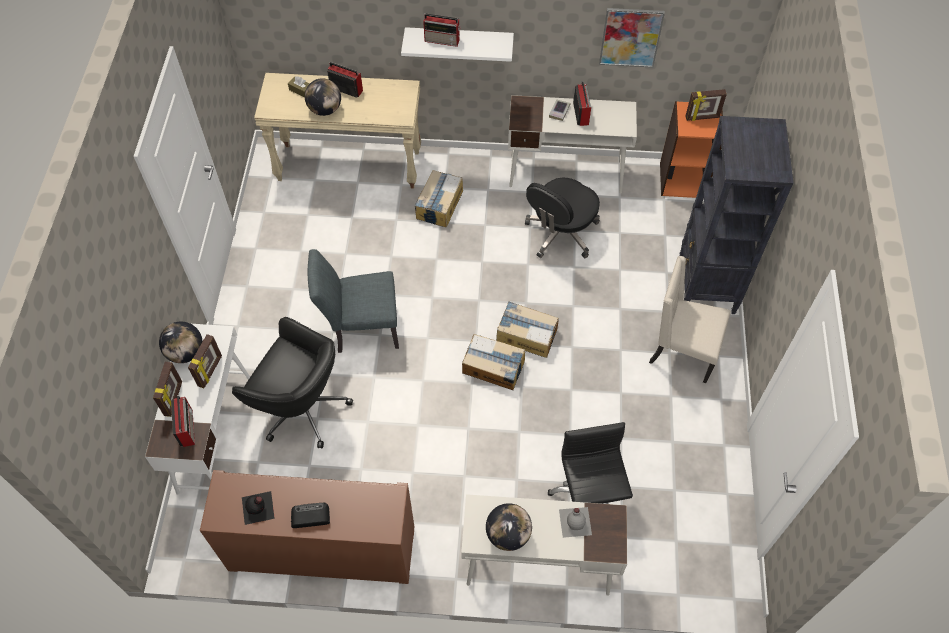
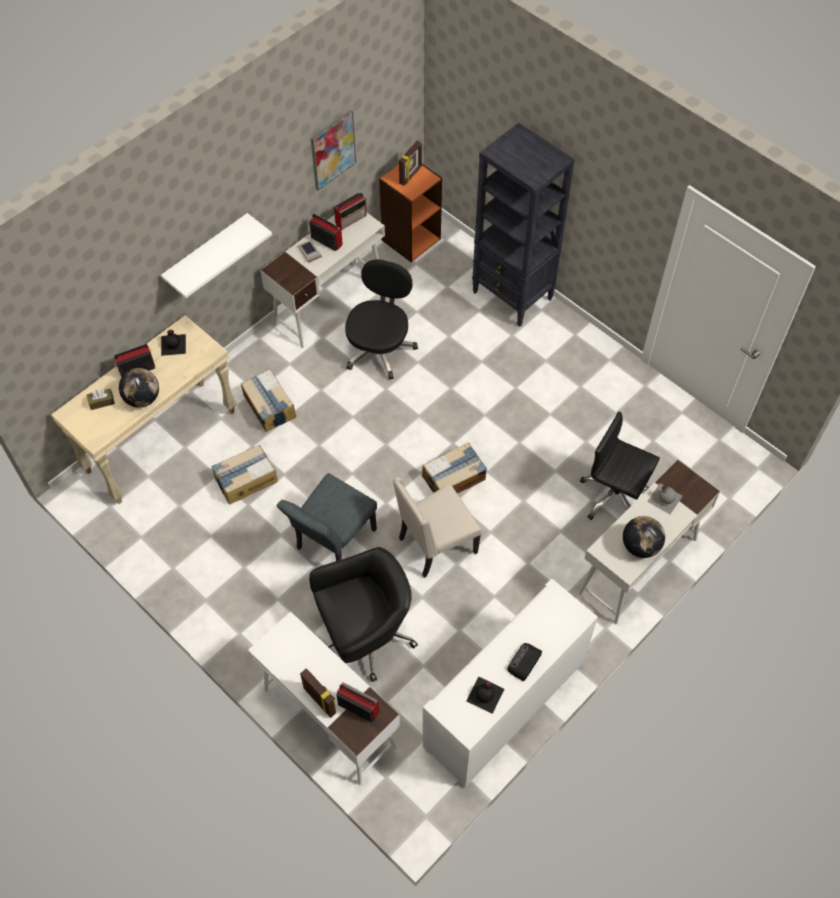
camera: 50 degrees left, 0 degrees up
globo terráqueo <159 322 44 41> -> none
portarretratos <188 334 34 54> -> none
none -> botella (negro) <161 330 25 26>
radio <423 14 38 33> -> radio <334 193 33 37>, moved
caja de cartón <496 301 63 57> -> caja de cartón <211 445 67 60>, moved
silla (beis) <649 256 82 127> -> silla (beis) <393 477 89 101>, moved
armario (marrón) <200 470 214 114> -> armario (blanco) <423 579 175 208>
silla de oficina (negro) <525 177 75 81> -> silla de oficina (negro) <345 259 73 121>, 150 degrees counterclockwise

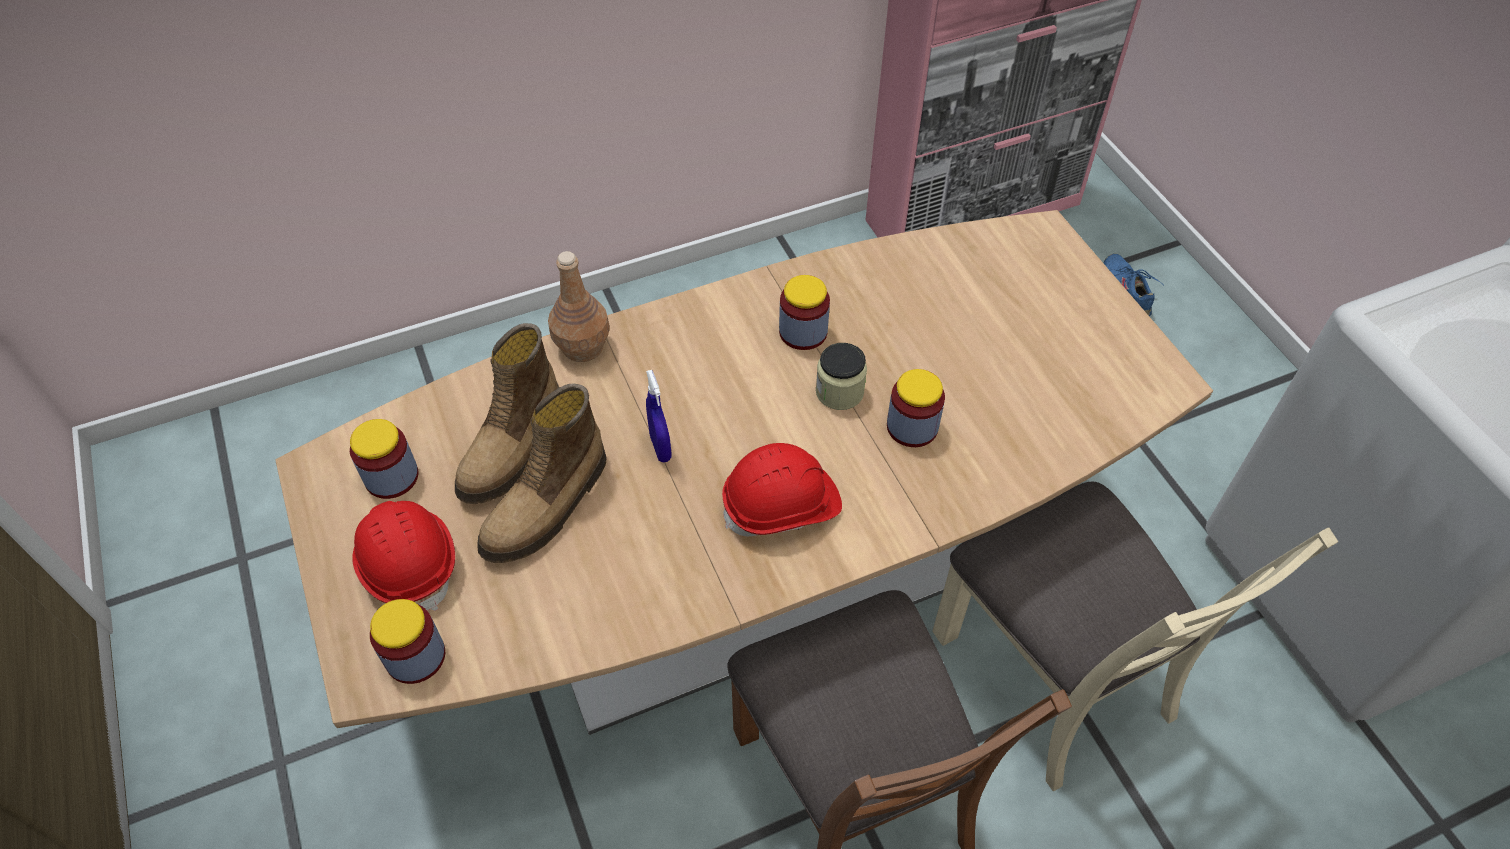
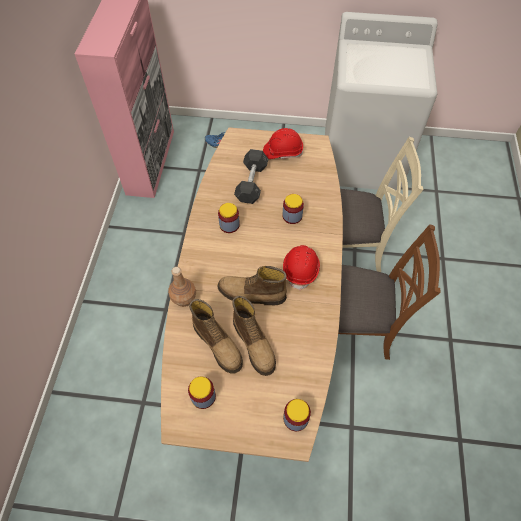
camera: 60 degrees left, 5 degrees up
tarro <816 343 51 67> -> none
none -> mancuerna (gris) <234 149 34 55>
casco (rojo) <352 501 103 110> -> casco (rojo) <263 128 40 31>, moved
pulverizador (azul) <646 370 26 92> -> bota <218 266 69 39>

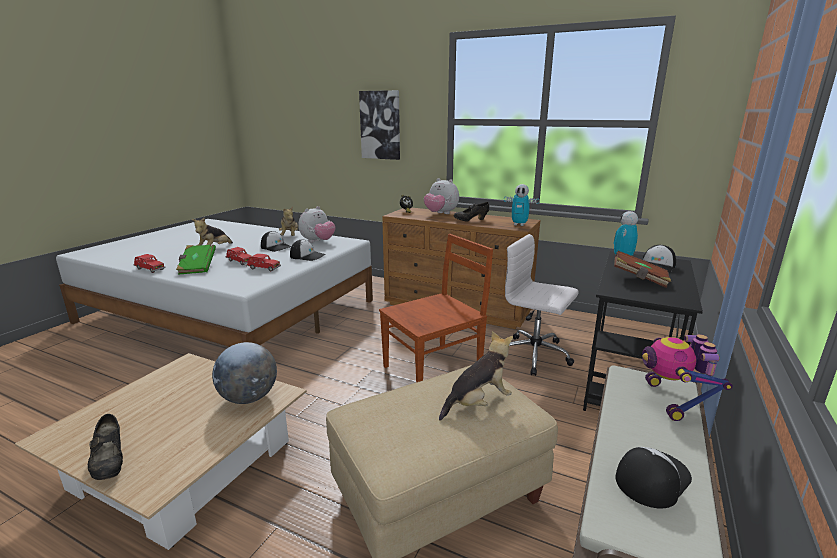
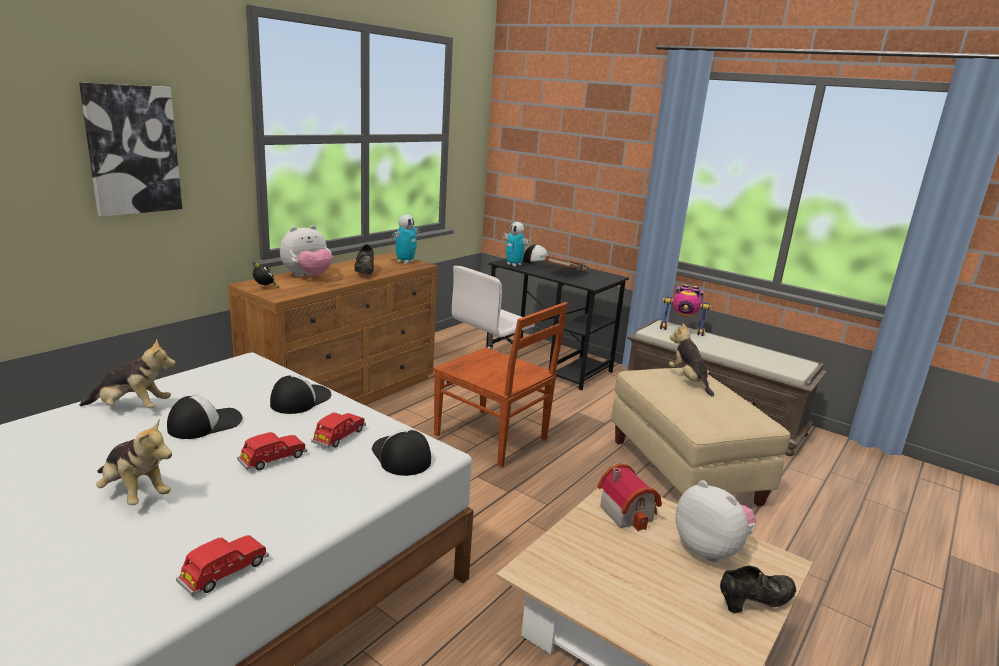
camera: 80 degrees left, 0 degrees up
libro (verde) <176 245 40 30> -> none
peluche <298 206 38 37> -> peluche <676 480 80 82>, moved
gorra <615 447 77 61> -> gorra <372 429 59 47>, moved
globo terráqueo <212 342 65 62> -> casita <598 464 64 68>
silla (marrón) <379 234 114 148> -> silla (marrón) <433 302 135 166>, 150 degrees clockwise

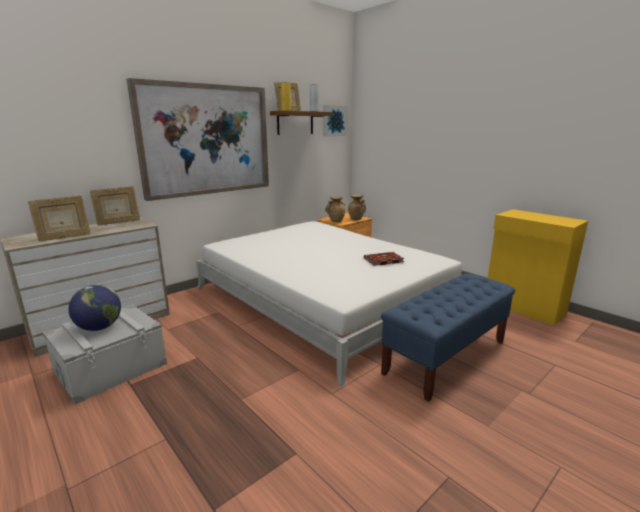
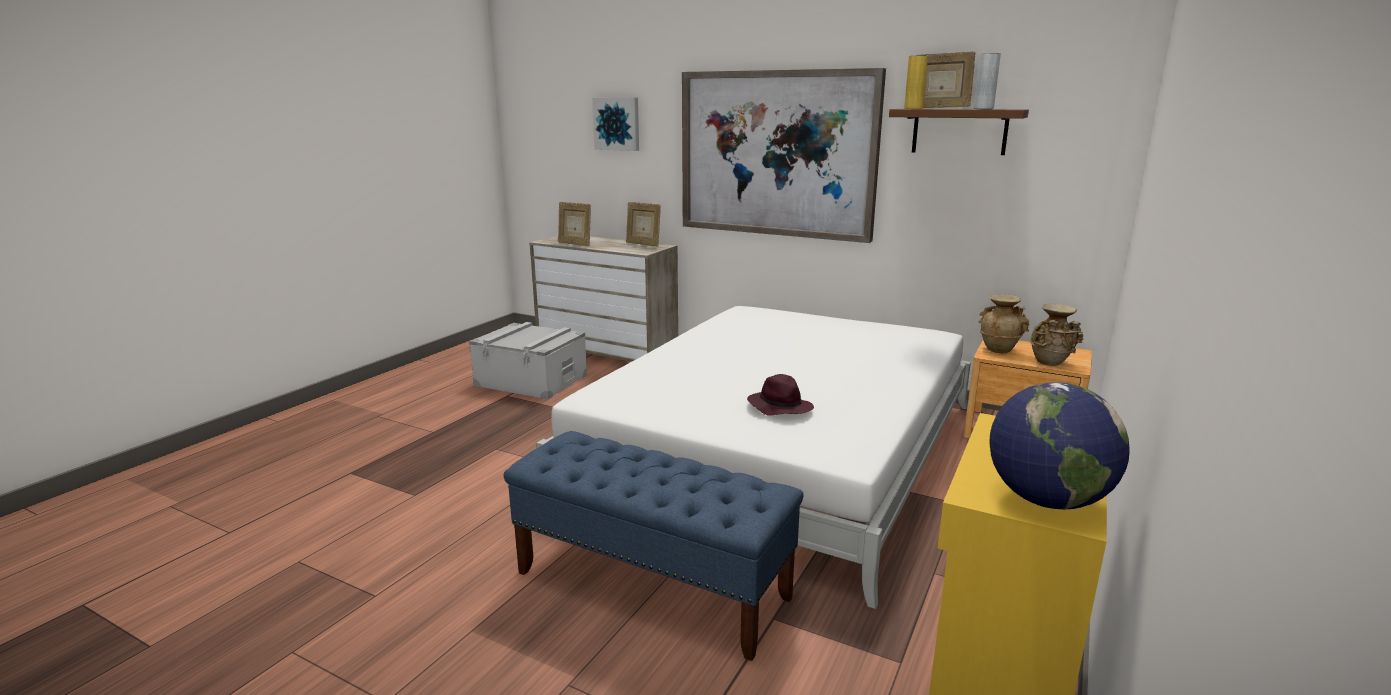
camera: 70 degrees right, 0 degrees up
globo terráqueo <68 285 53 46> -> globo terráqueo <989 382 141 127>, moved
cuadro <323 105 24 31> -> cuadro <592 98 47 53>, moved
libro <364 252 40 14> -> sombrero (morado) <747 374 67 41>

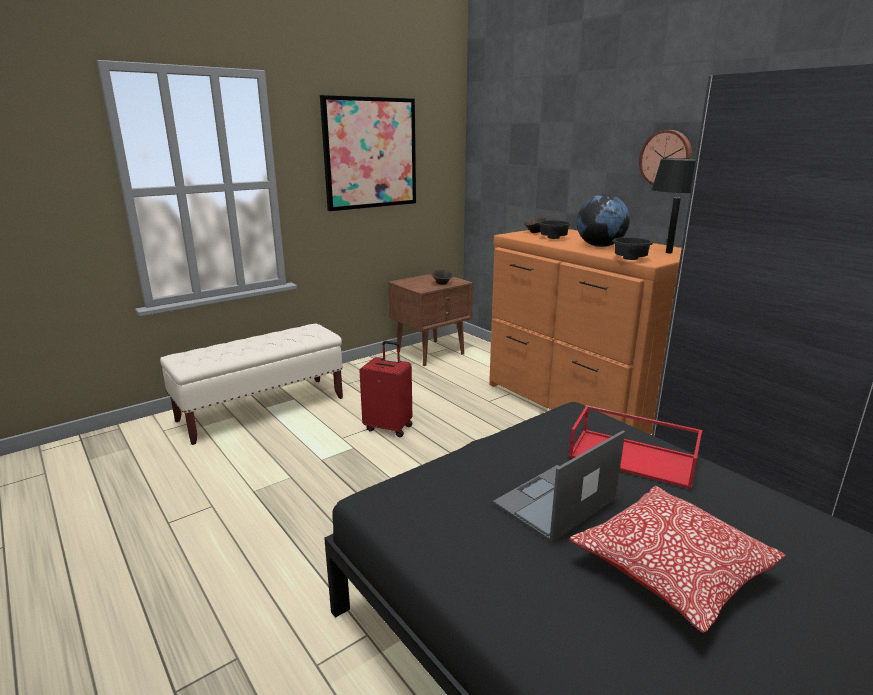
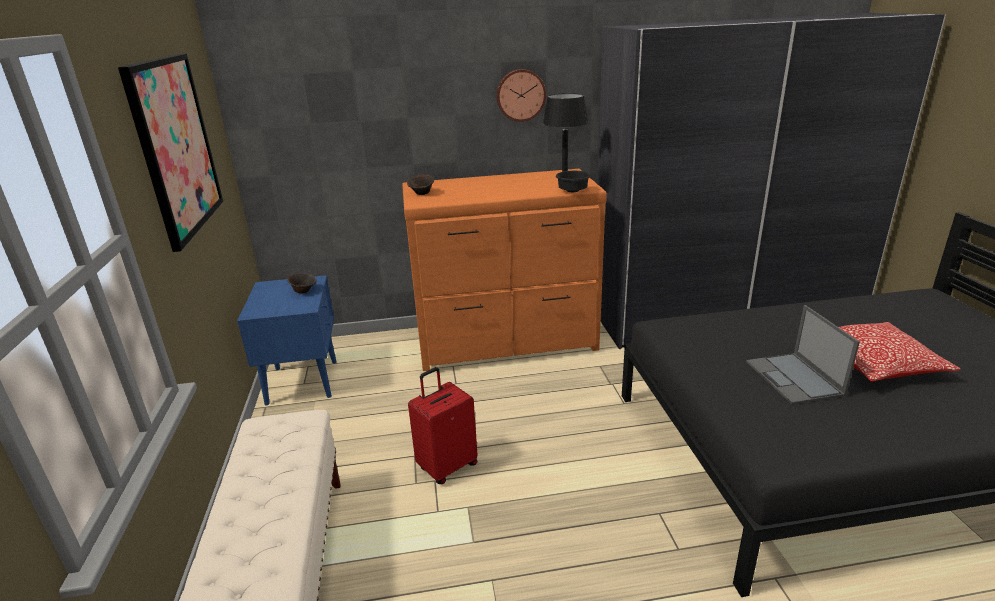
camera: 60 degrees left, 5 degrees up
cuenco (negro) <538 220 33 19> -> none
bandeja (rojo) <568 405 135 84> -> none
globo terráqueo <577 194 53 53> -> none
mesita de noche (marrón) <388 274 85 92> -> mesita de noche (azul) <237 275 100 131>

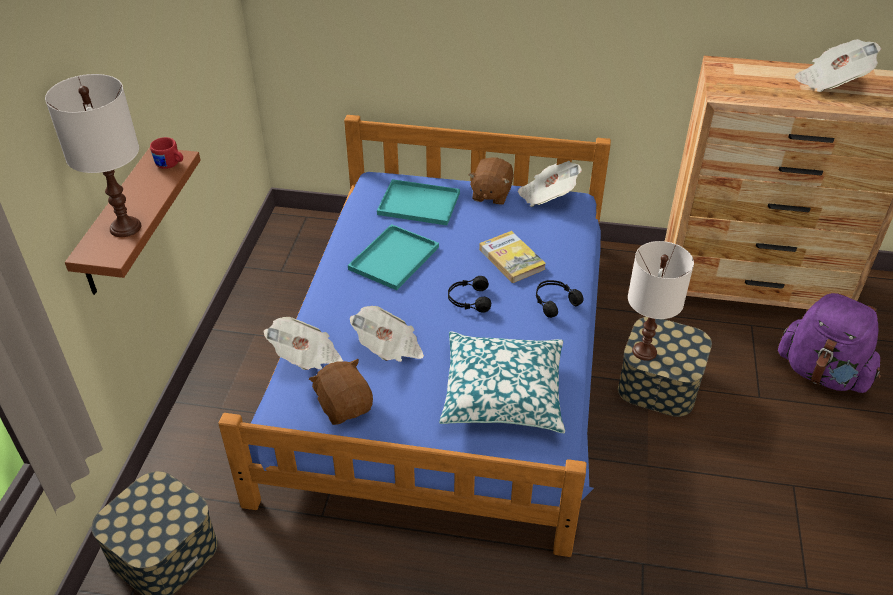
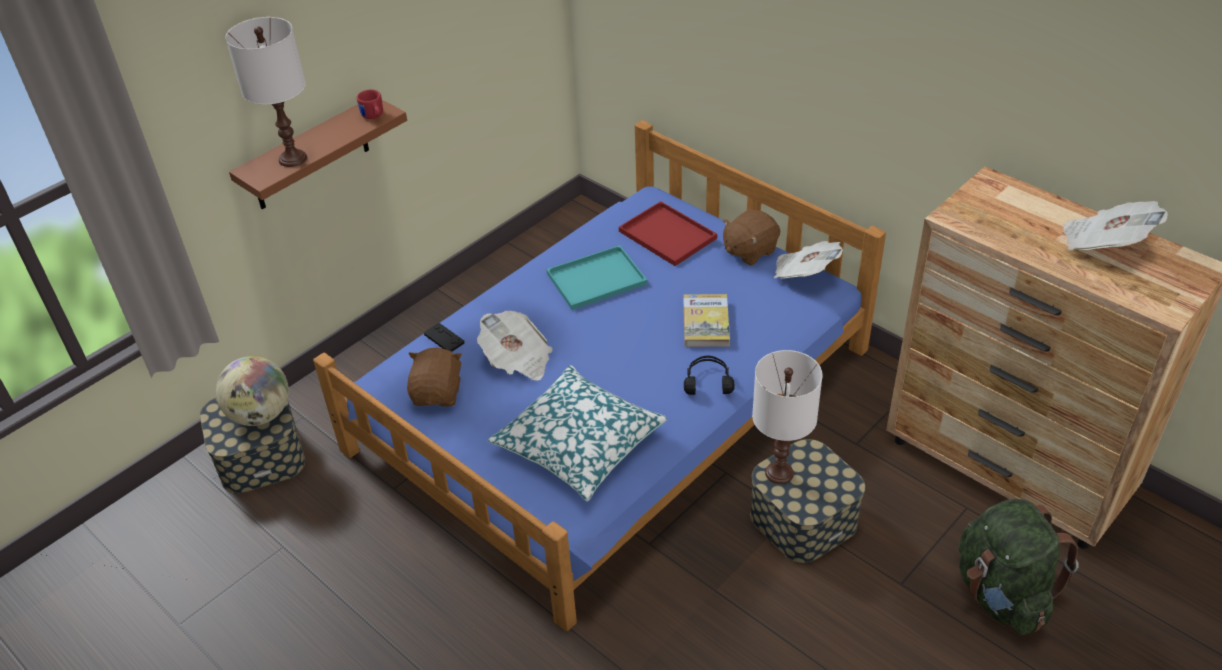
camera: 35 degrees right, 0 degrees up
auriculares (negro) <448 276 43 37> -> none
none -> globo terráqueo <216 356 73 70>
periódico <264 317 79 53> -> mando de consola (negro) <424 323 40 29>
bandeja (turquesa) <377 179 83 46> -> bandeja (rojo) <619 201 98 65>
mochila (morado) <778 293 103 100> -> mochila (verde) <959 499 120 136>

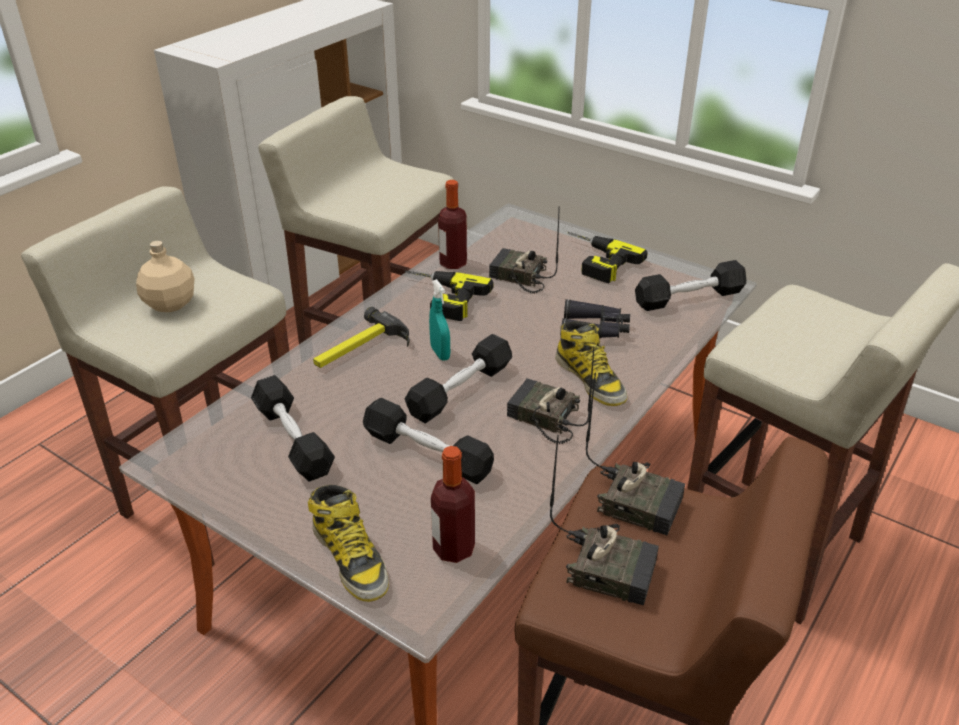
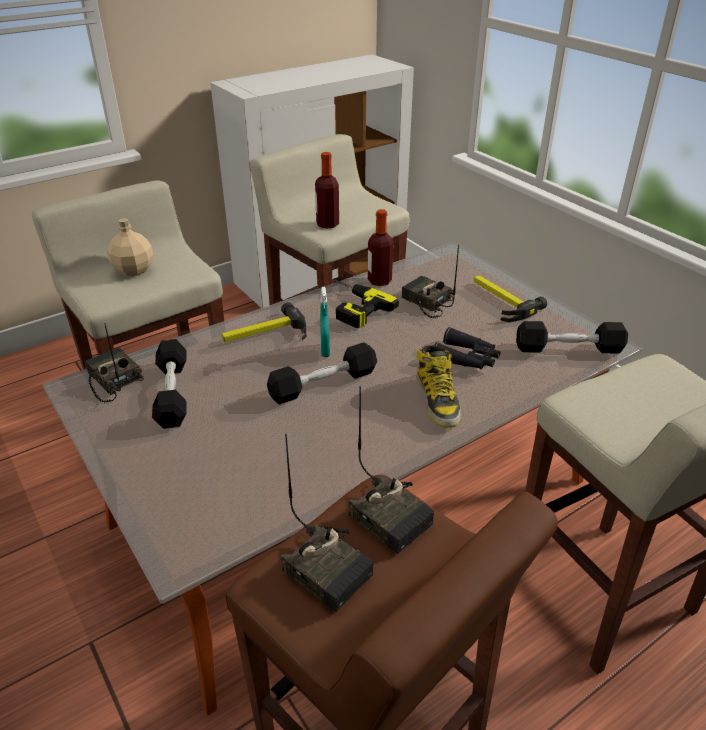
camera: 20 degrees right, 0 degrees up
bota <308 485 81 117> -> none
mancuerna (negro) <363 398 131 86> -> none
botella <431 446 44 117> -> botella <315 152 24 77>, moved
radio <507 346 87 98> -> radio <85 323 59 79>, moved
taladro <568 232 80 51> -> martillo <474 275 73 47>

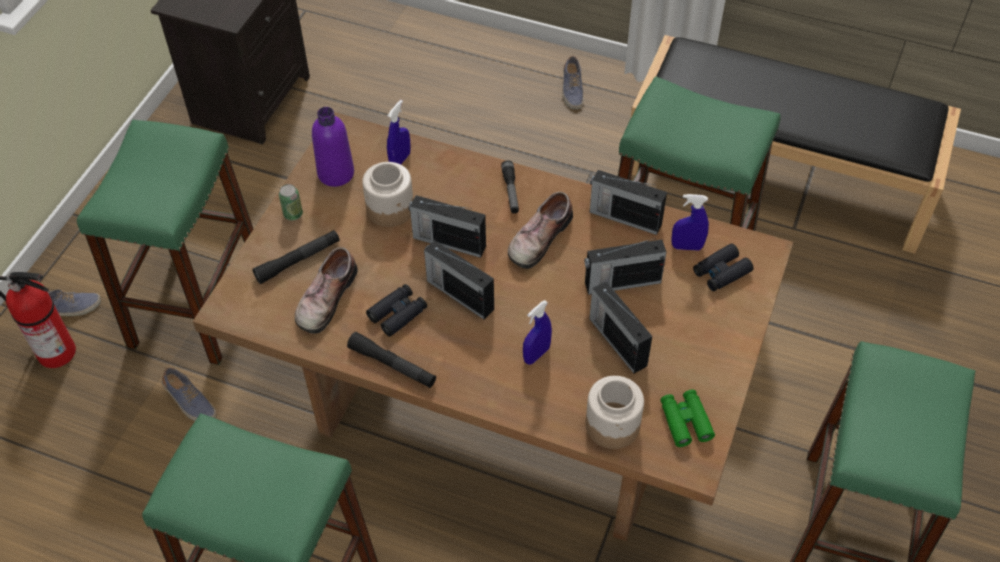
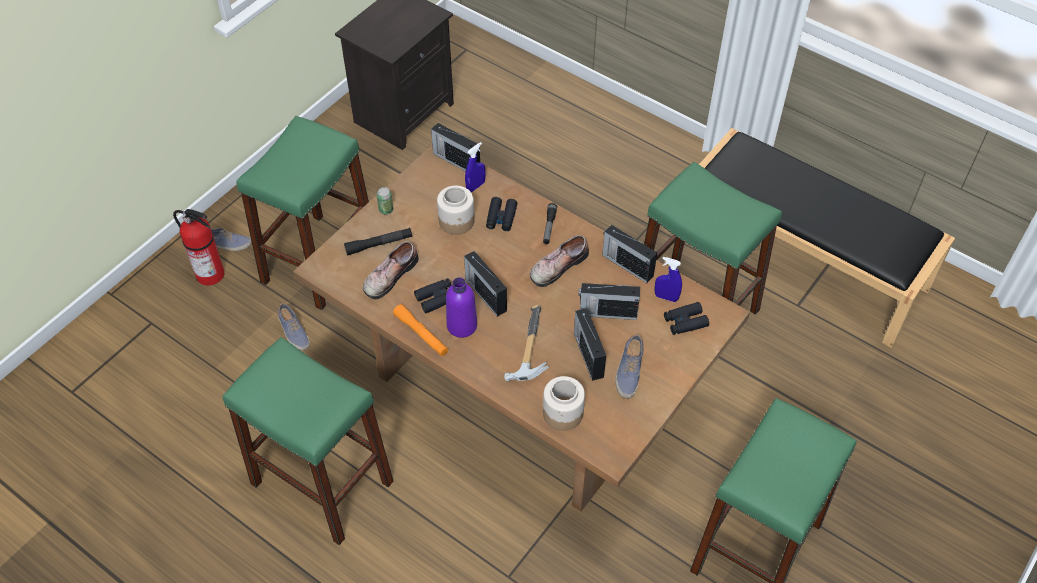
camera: 15 degrees right, 0 degrees up
prismáticos (verde) <660 389 55 58> -> none
none -> prismáticos (negro) <486 197 31 34>
botella (morado) <312 107 42 80> -> botella (morado) <446 277 31 61>, moved
radio <408 195 78 63> -> radio <431 123 49 48>, moved
zapato <562 56 22 54> -> zapato <615 334 28 64>, moved
pulverizador (azul) <523 300 29 65> -> martillo <504 305 45 76>
linterna (negro) <347 332 89 56> -> linterna (naranja) <393 304 55 52>

